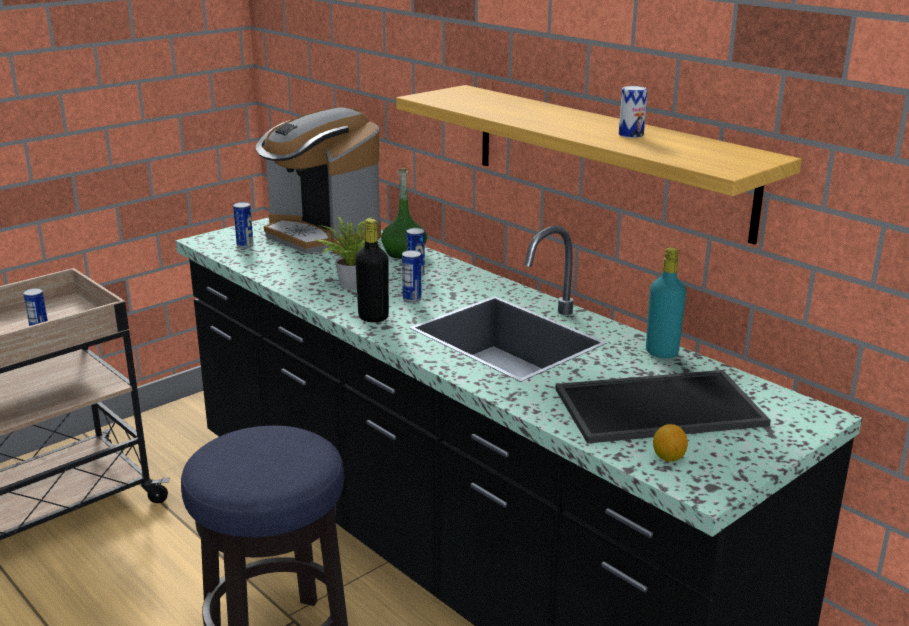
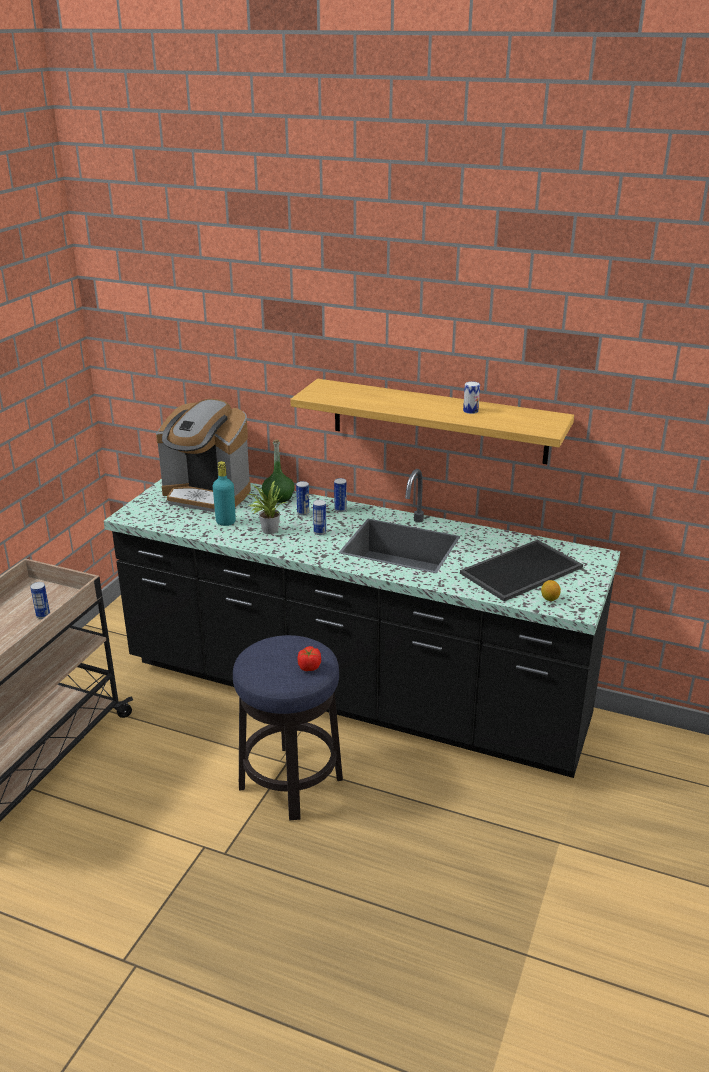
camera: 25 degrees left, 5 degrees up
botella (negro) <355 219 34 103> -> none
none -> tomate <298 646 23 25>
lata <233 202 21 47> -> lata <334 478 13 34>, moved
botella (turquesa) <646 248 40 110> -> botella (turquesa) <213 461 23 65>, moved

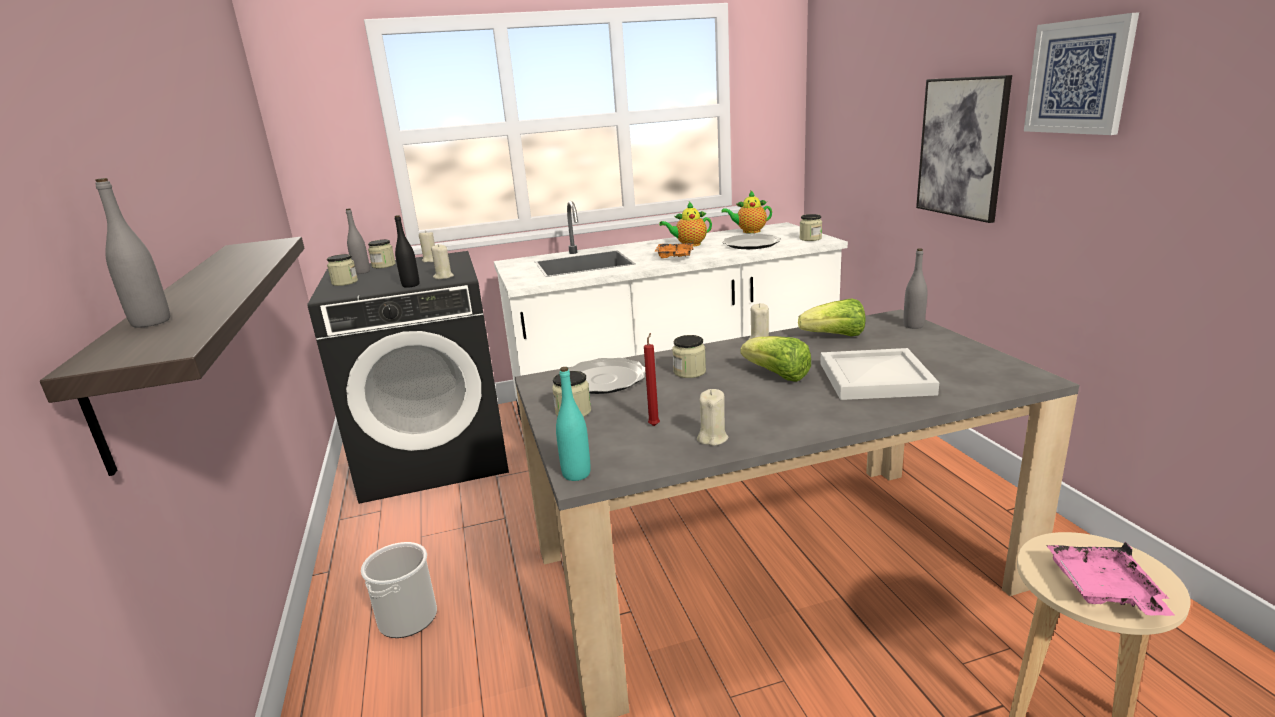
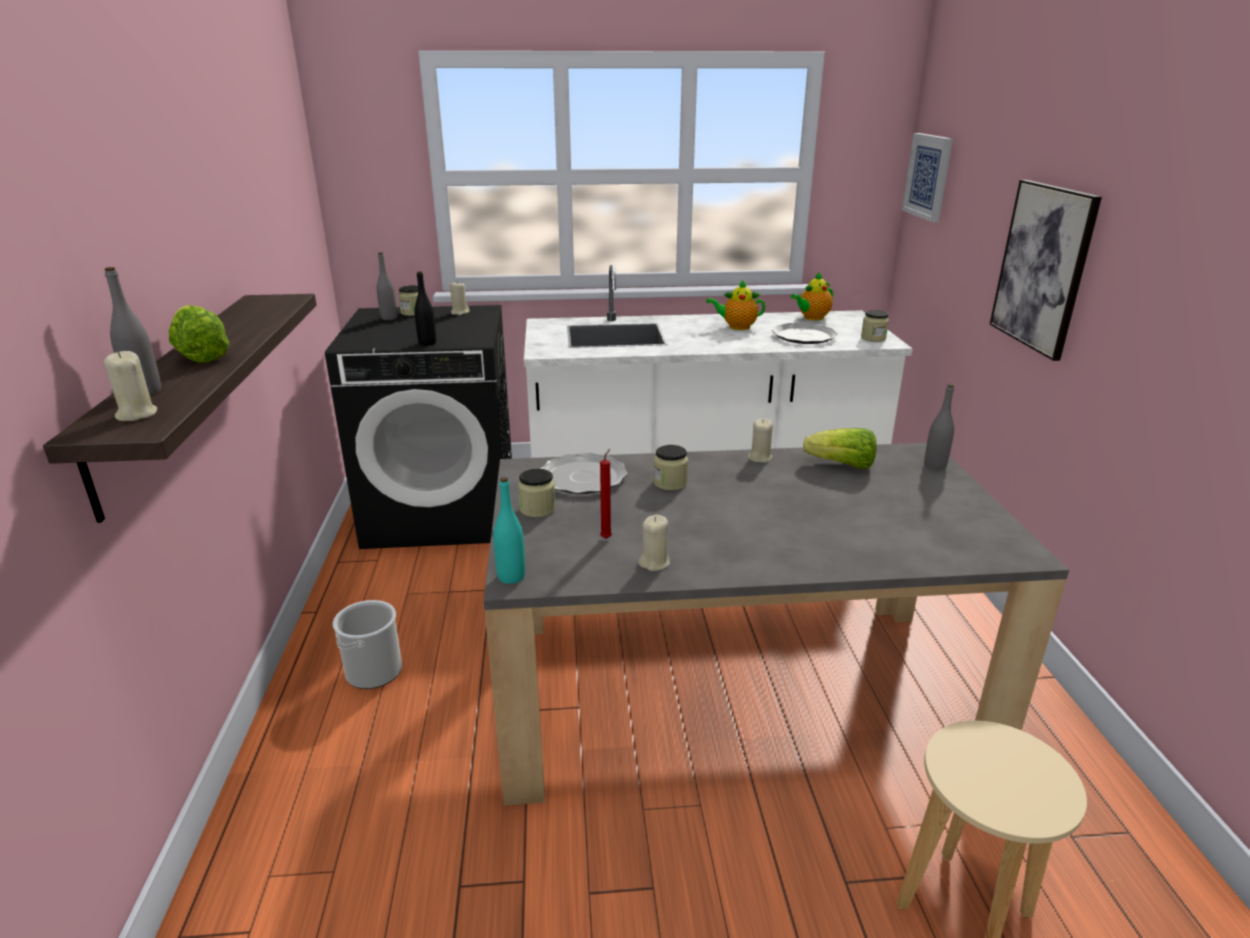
camera: 10 degrees right, 5 degrees up
tarro <327 254 31 32> -> none
bandeja (naranja) <654 243 39 15> -> none
bandeja (blanco) <820 348 119 52> -> none
bandeja (rosa) <1046 542 128 74> -> none
vela (beis) <431 244 23 35> -> vela (beis) <104 351 53 70>, moved
lechuga <740 336 71 46> -> lechuga <169 305 60 58>, moved
cuadro <1024 12 115 123> -> cuadro <902 133 51 89>, moved
tetera <722 190 50 43> -> tetera <791 272 42 48>, 45 degrees counterclockwise

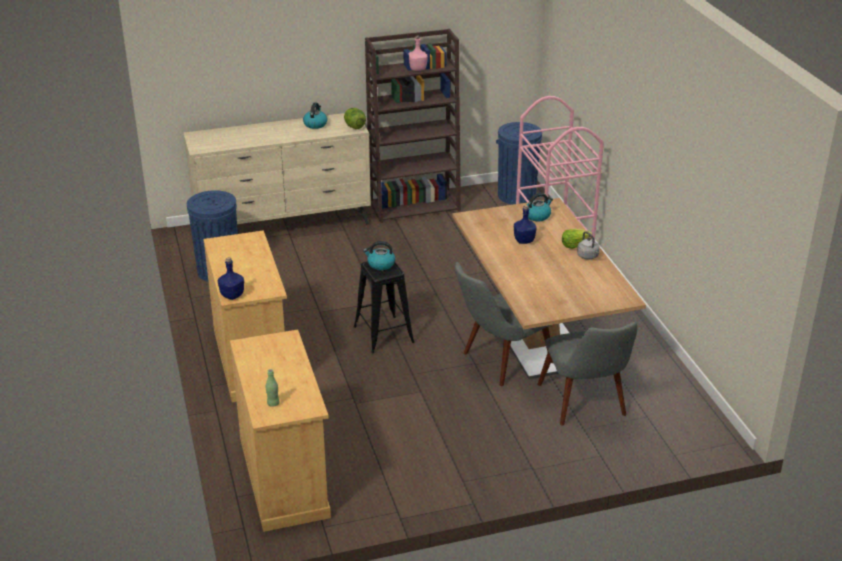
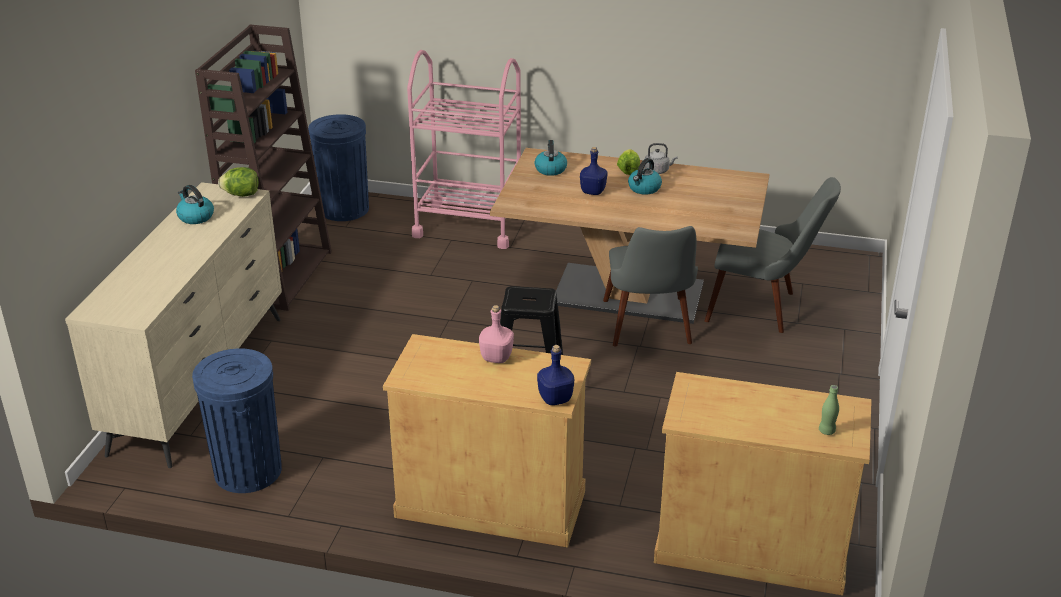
camera: 60 degrees left, 0 degrees up
hervidor <363 241 32 29> -> hervidor <628 158 34 37>, moved
botella (rosa) <409 35 19 36> -> botella (rosa) <479 305 35 58>, moved

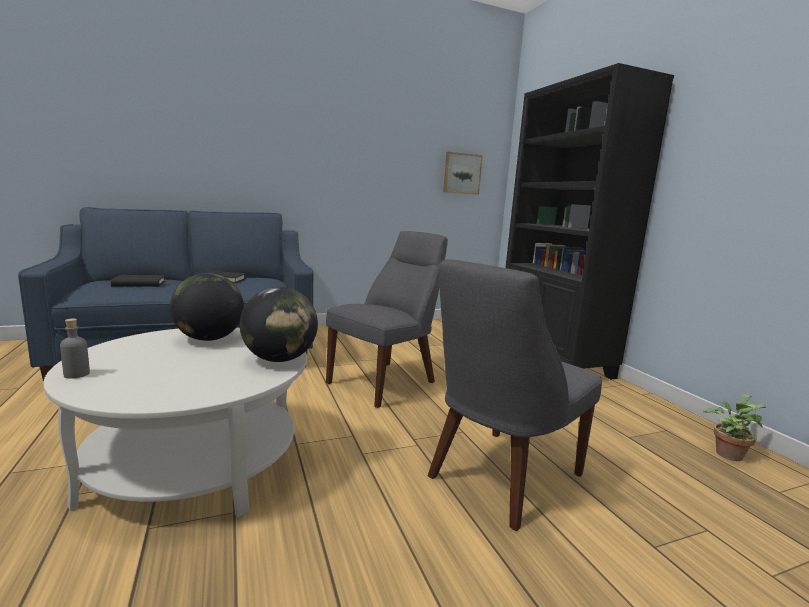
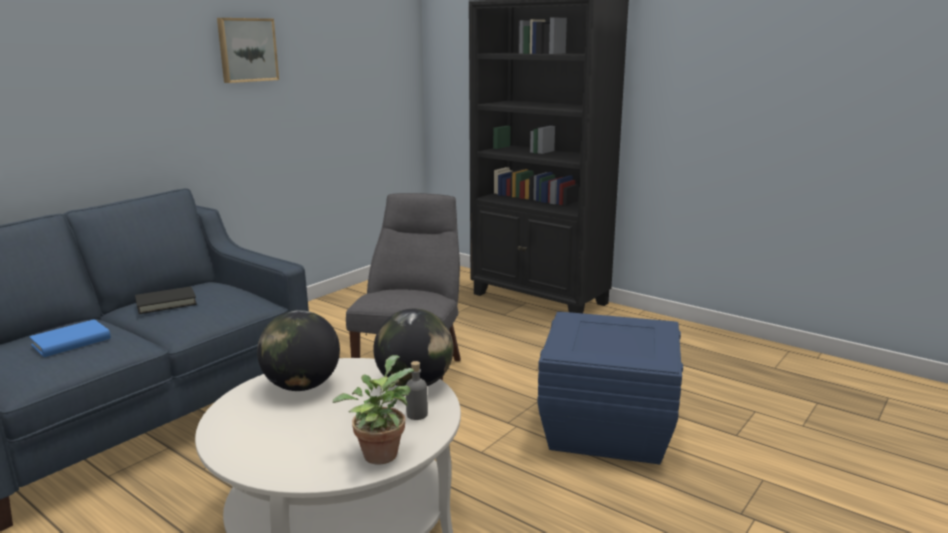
camera: 30 degrees left, 5 degrees up
botella (gris) <60 319 30 60> -> botella (gris) <406 361 22 59>, moved
cuadro <443 152 40 42> -> cuadro <217 18 62 65>, moved
planta en maceta <702 394 64 67> -> planta en maceta <333 355 81 110>, moved
silla (gris) <428 259 174 272> -> caja de almacenaje (azul) <537 312 146 152>
libro (negro) <111 275 55 12> -> libro (azul) <29 319 82 38>

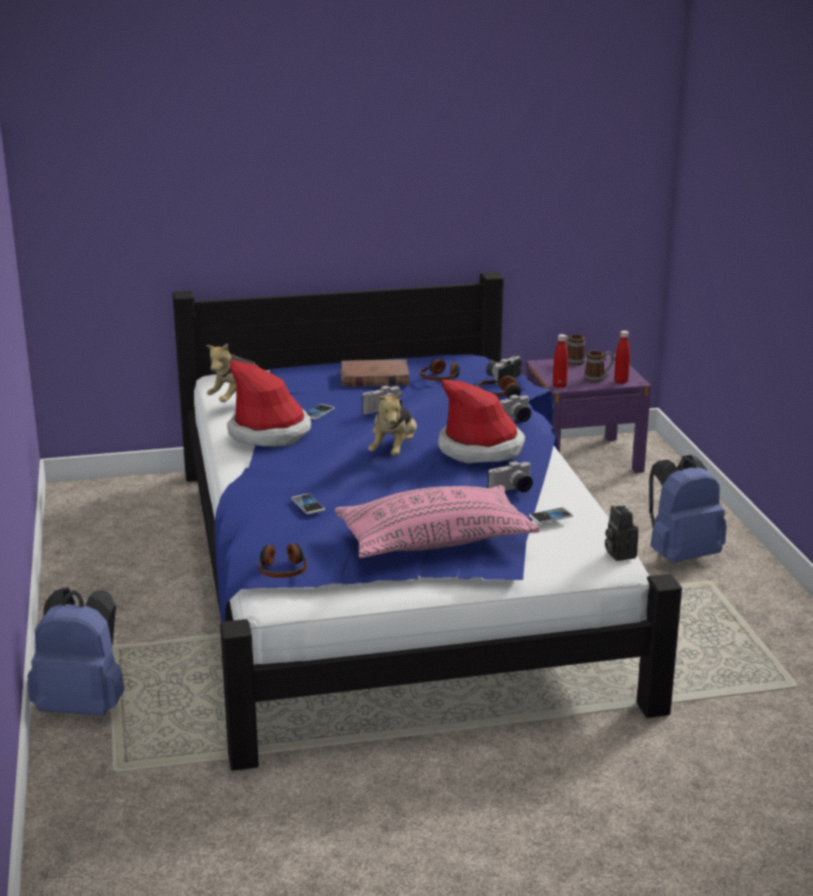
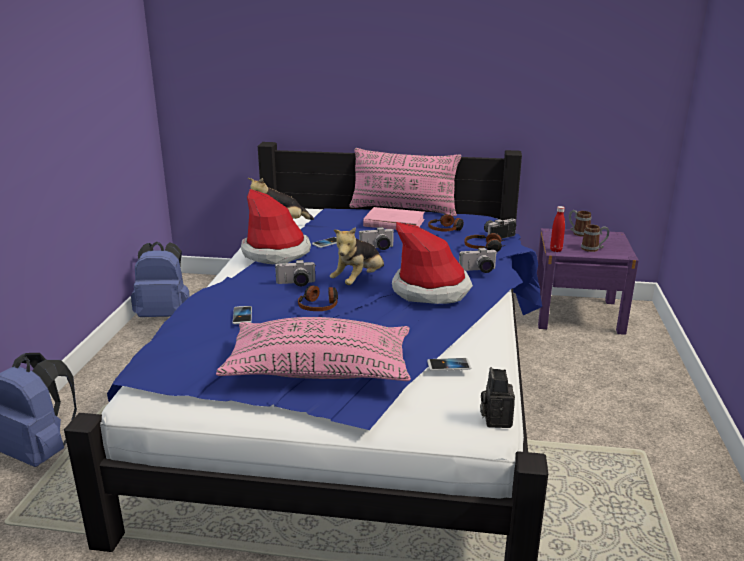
camera: 20 degrees right, 0 degrees up
botella (rojo) <614 331 16 53> -> none
none -> cojín (rosa) <349 148 112 68>
auriculares <259 543 48 35> -> auriculares <298 285 40 26>, moved
cámara <488 461 45 31> -> cámara <275 260 41 26>, moved
mochila (azul) <649 455 78 108> -> mochila (azul) <131 242 59 75>, moved
libro (marrón) <340 359 69 28> -> libro (rosa) <363 207 62 23>

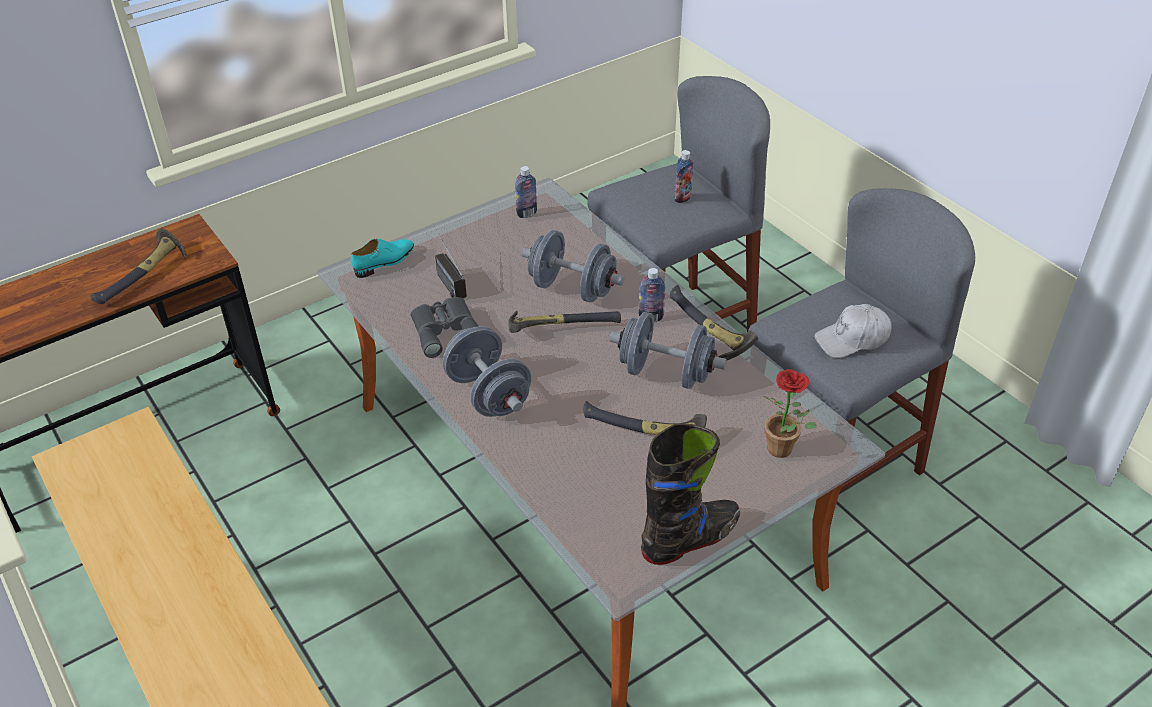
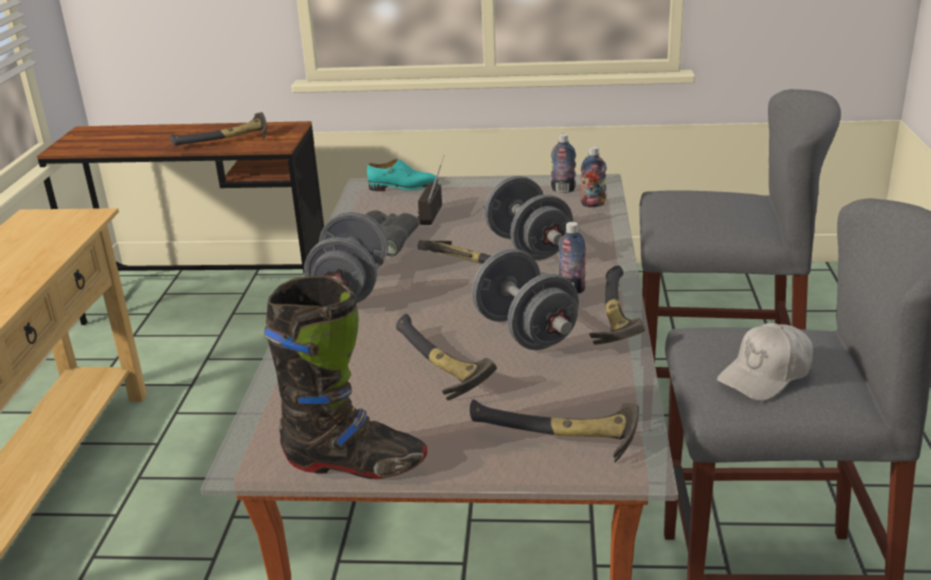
camera: 40 degrees right, 15 degrees down
botella <675 150 19 53> -> botella <580 146 27 61>, moved
planta en maceta <764 369 52 89> -> martillo <470 399 169 64>
gorra (blanco) <814 304 78 54> -> gorra (blanco) <717 323 96 78>, 60 degrees counterclockwise

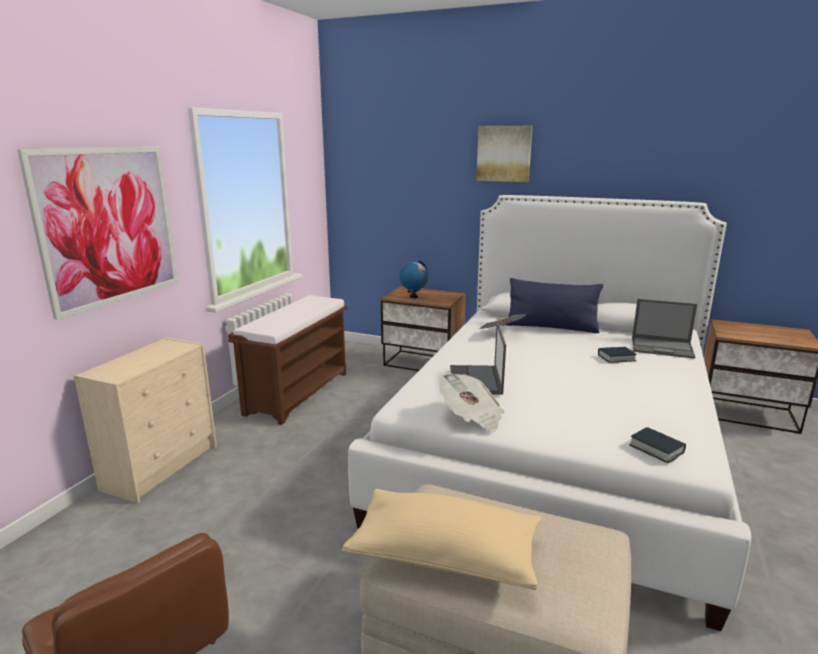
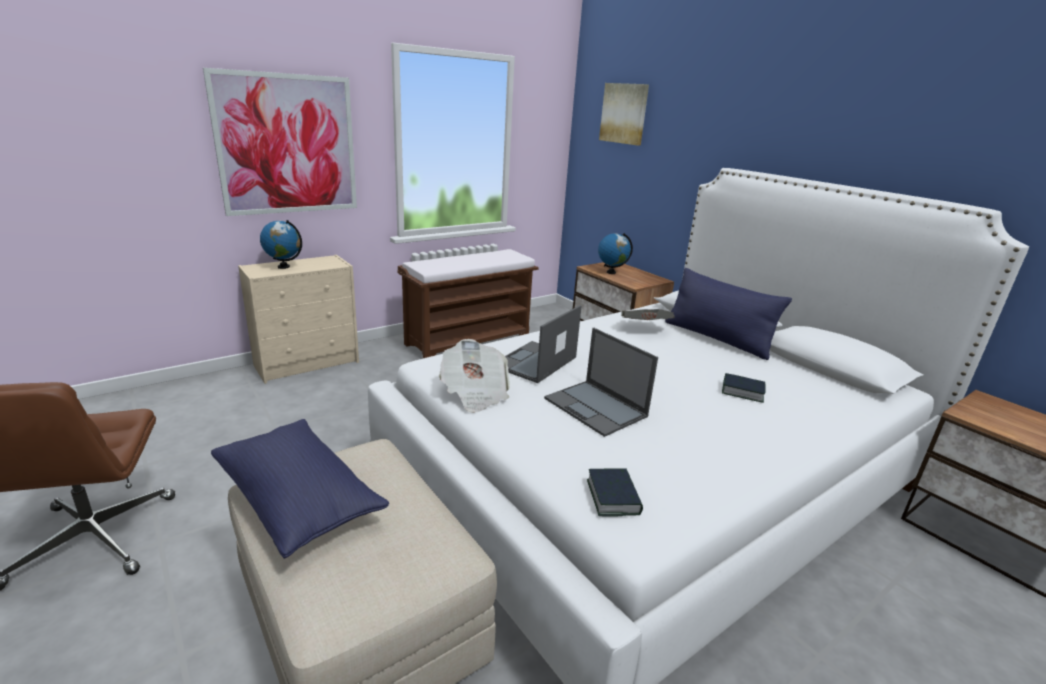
camera: 30 degrees right, 5 degrees up
none -> globo terráqueo <260 220 42 49>
cuadro <476 126 56 56> -> cuadro <599 83 50 62>, moved
portátil <632 299 65 60> -> portátil <544 328 114 109>, moved
cojín (beis) <342 489 200 101> -> cojín (azul) <211 419 178 140>

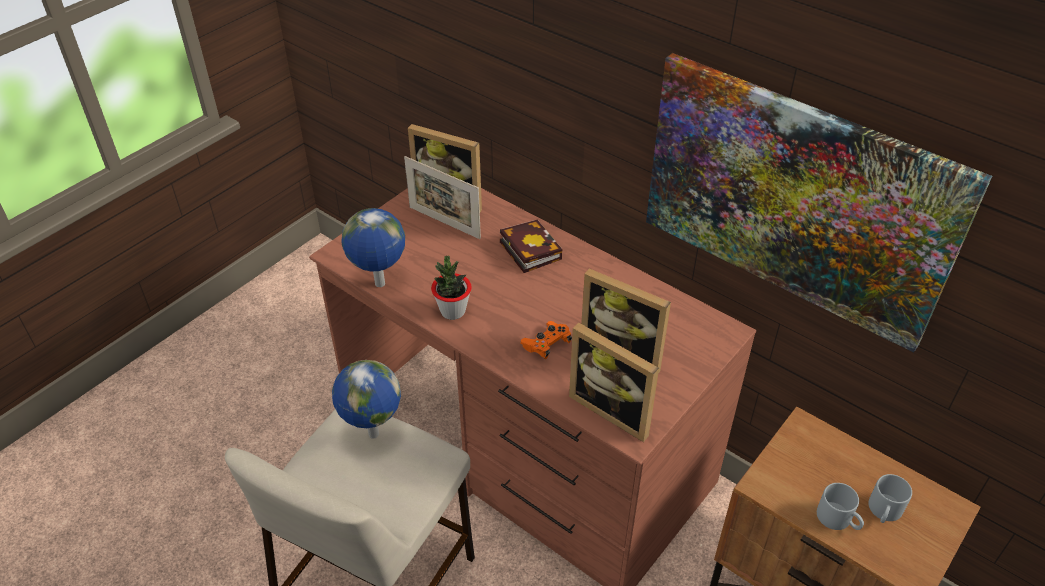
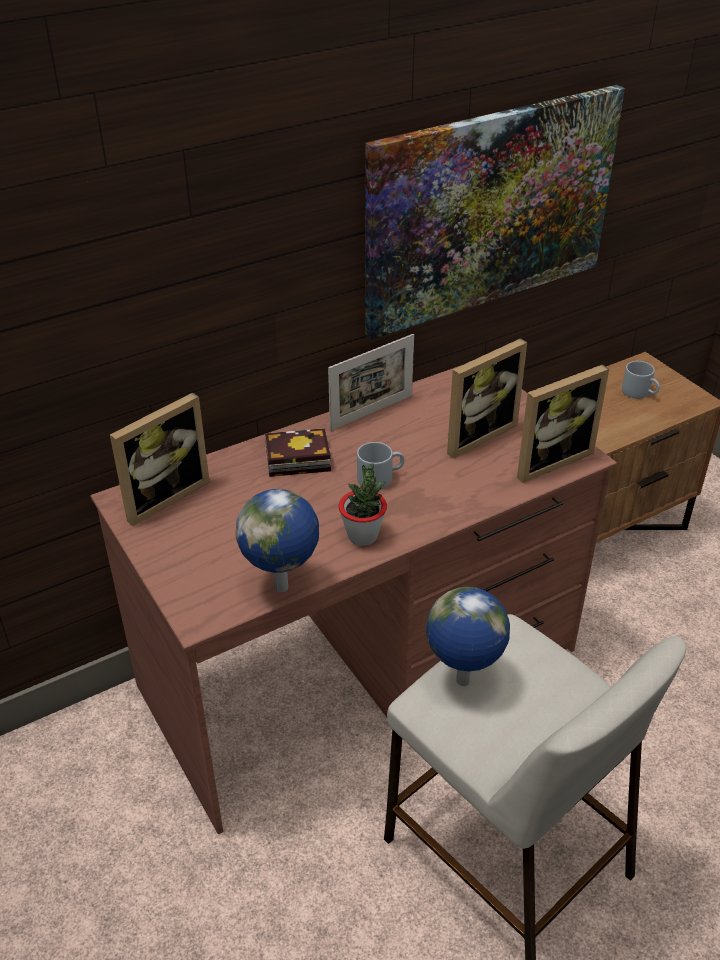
camera: 70 degrees left, 5 degrees down
mando de consola (naranja) <520 321 52 38> -> none
portarretratos <404 156 77 83> -> portarretratos <328 334 86 97>, moved
taza grande (gris) <817 483 47 47> -> taza grande (gris) <357 442 48 48>, moved

